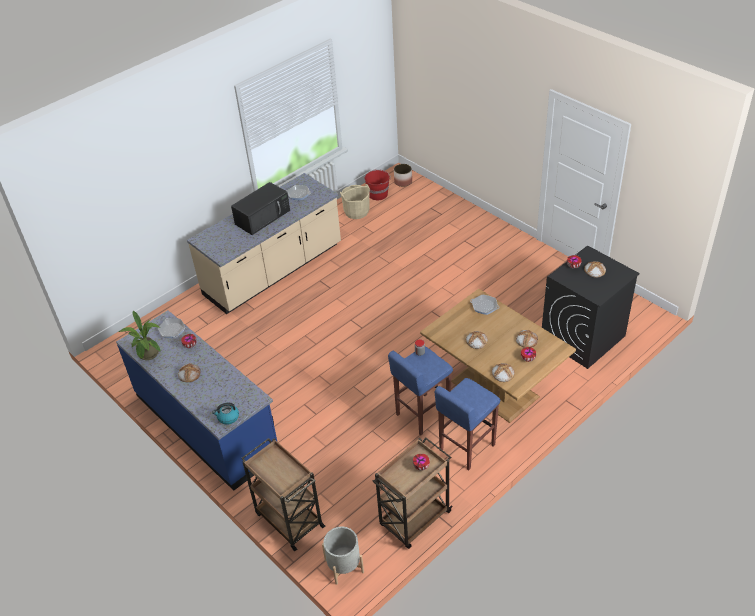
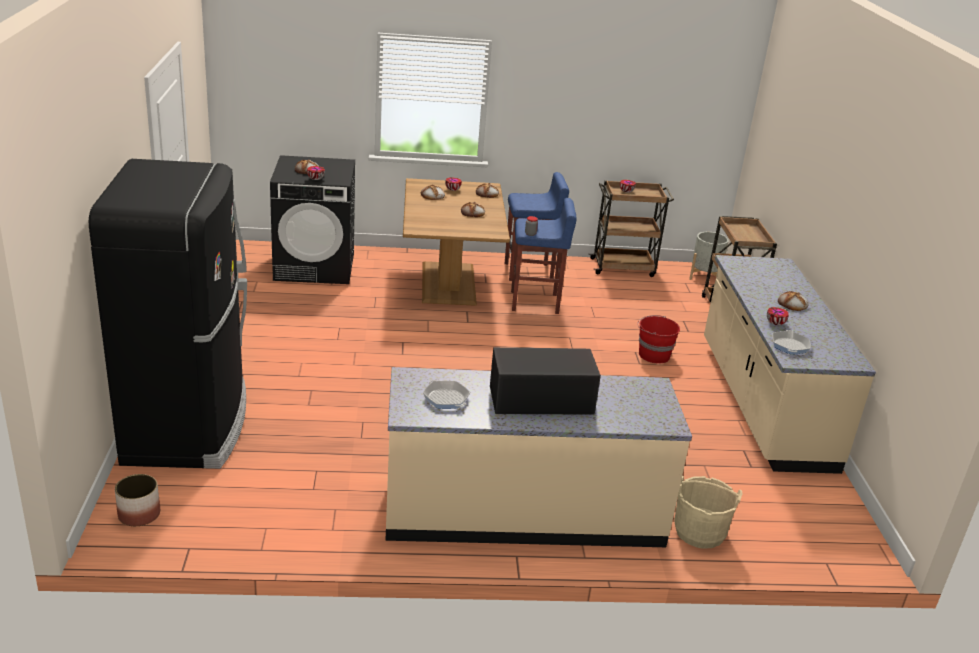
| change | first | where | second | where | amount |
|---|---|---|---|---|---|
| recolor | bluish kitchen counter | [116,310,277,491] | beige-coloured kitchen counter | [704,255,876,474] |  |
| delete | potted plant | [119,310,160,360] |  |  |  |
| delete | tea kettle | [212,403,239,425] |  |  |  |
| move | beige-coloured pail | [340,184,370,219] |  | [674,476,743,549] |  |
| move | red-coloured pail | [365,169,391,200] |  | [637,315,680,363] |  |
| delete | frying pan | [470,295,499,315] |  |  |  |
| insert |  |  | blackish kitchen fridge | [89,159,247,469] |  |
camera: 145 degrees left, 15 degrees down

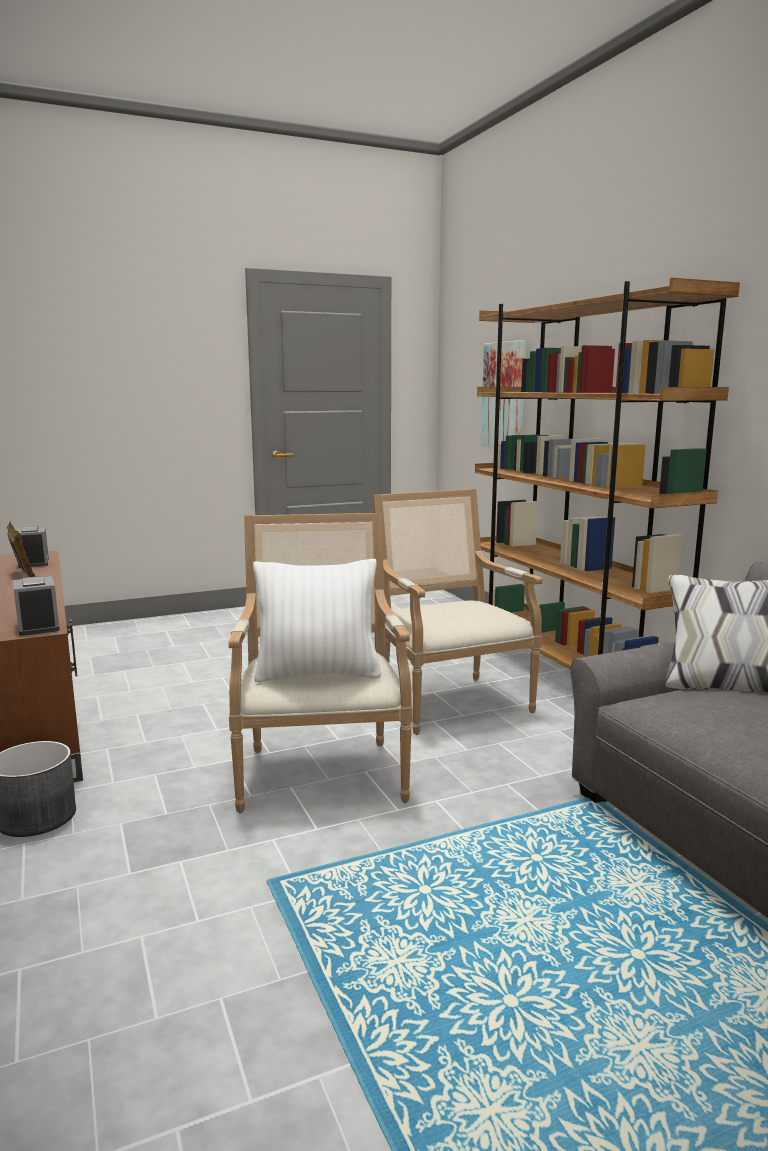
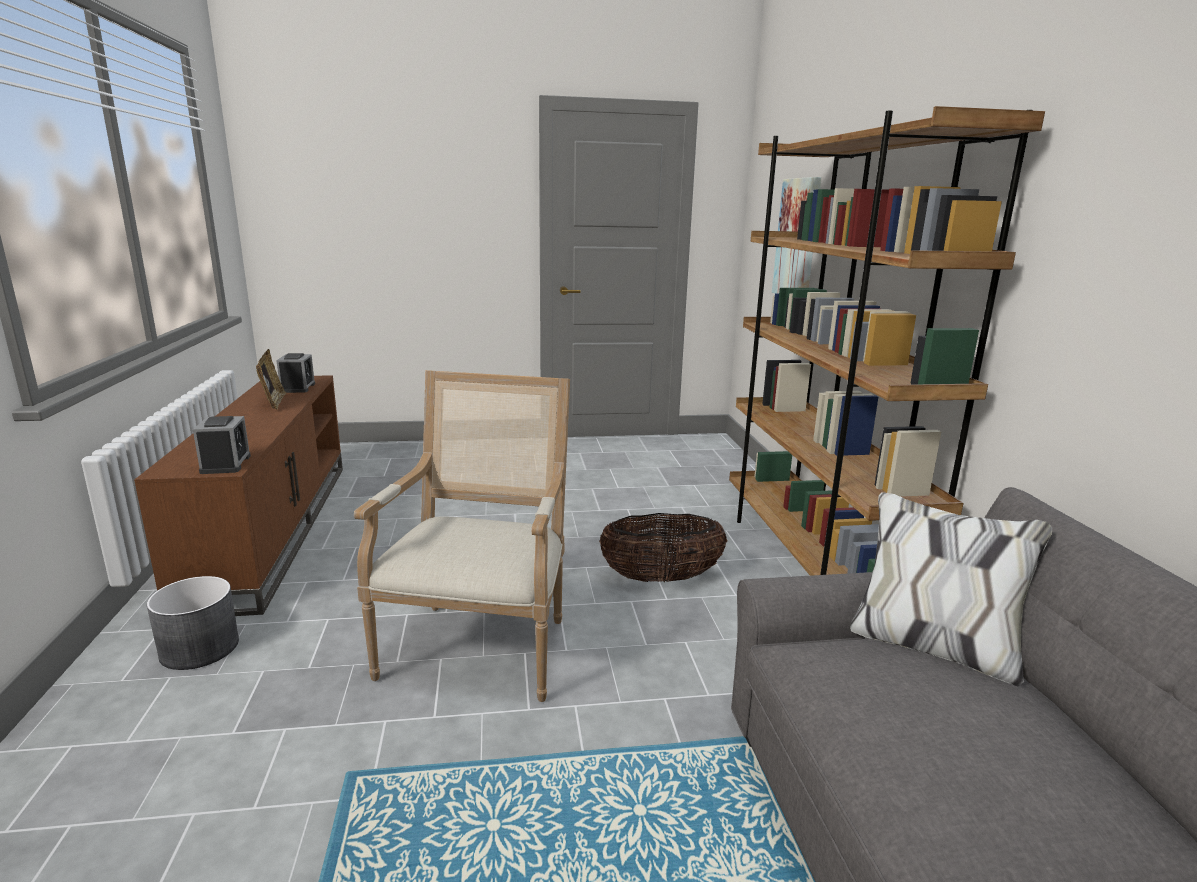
| change | first | where | second | where | amount |
|---|---|---|---|---|---|
| delete | white pillow | [253,559,381,682] |  |  |  |
| replace | armchair | [372,489,543,735] | storage basket | [599,513,727,582] |  |
camera: 15 degrees right, 5 degrees up

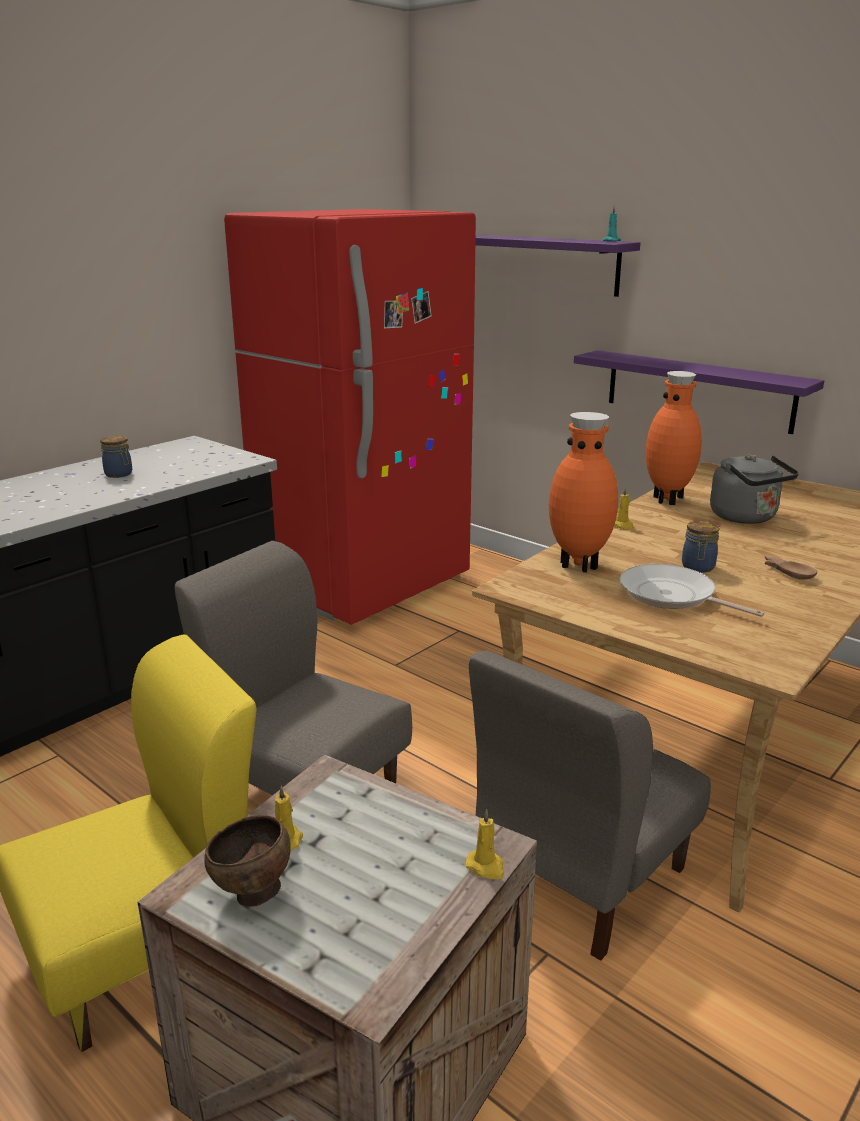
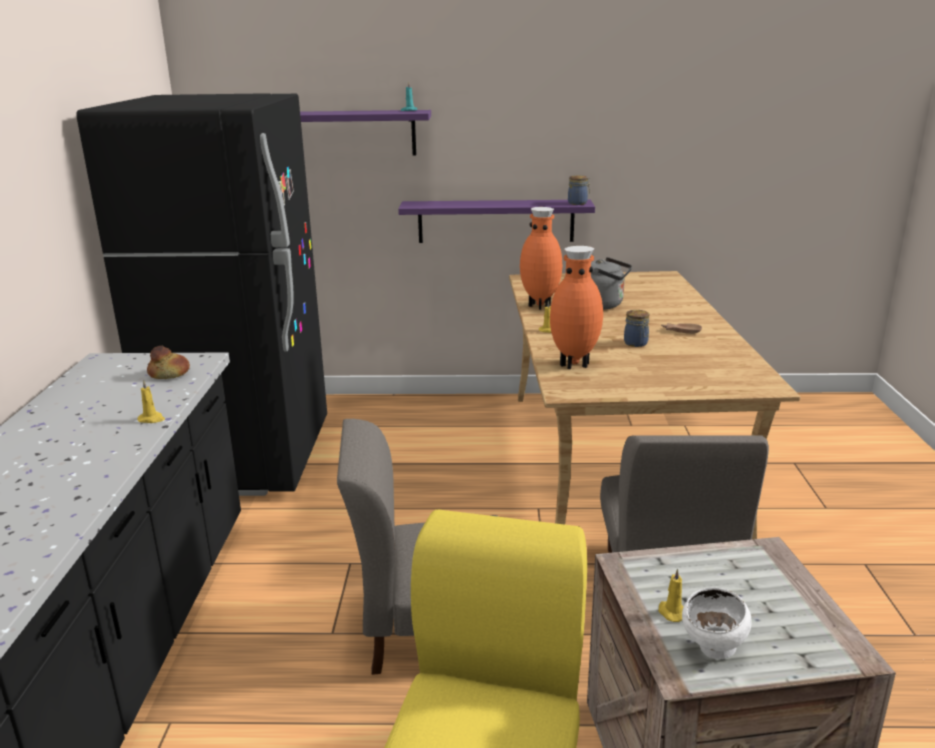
| change | first | where | second | where | amount |
|---|---|---|---|---|---|
| move | jar | [100,436,132,478] |  | [568,175,590,205] |  |
| recolor | brownish deep dish | [204,815,291,907] | white deep dish | [682,587,752,660] |  |
| recolor | red-coloured kitchen fridge | [224,209,476,625] | blackish kitchen fridge | [77,93,327,496] |  |
| move | yellow-coloured candle | [465,809,504,879] |  | [138,380,165,423] |  |
| delete | frying pan | [620,564,764,617] |  |  |  |
| insert |  |  | bakery bread | [147,346,190,379] |  |
camera: 40 degrees left, 0 degrees up

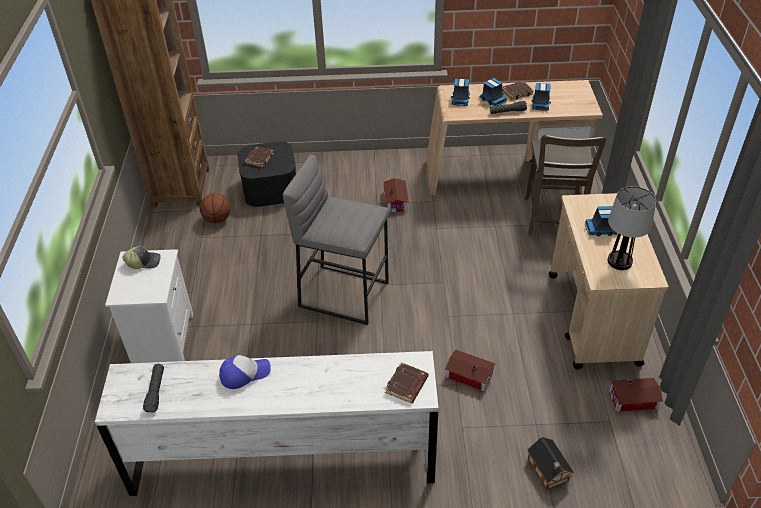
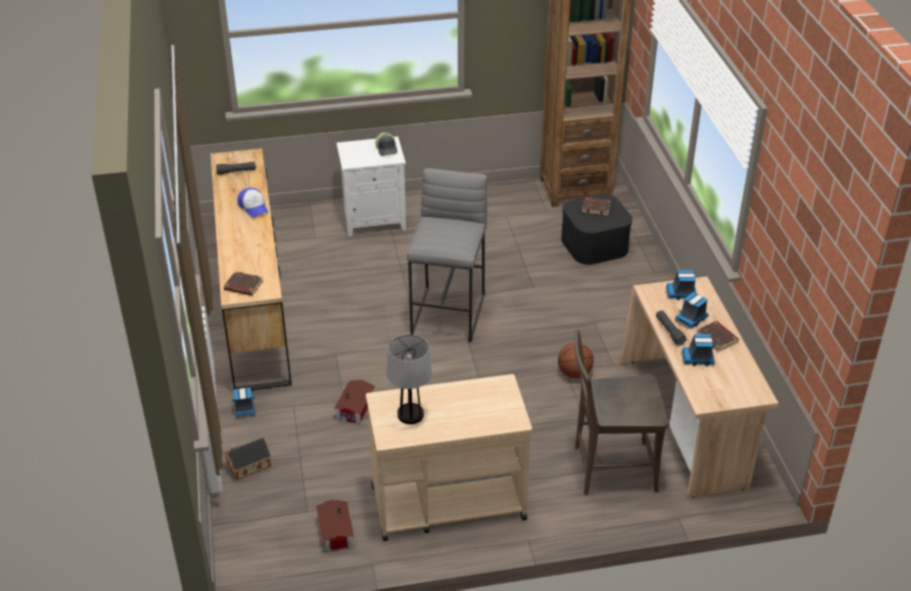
| change | first | where | second | where | amount |
|---|---|---|---|---|---|
| recolor | white dresser | [95,351,439,496] | brownish dresser | [210,148,292,390] |  |
| move | basketball | [200,193,230,223] |  | [558,343,594,378] |  |
| delete | model house | [383,178,409,212] |  |  |  |
| move | model truck | [585,206,617,236] |  | [233,387,256,418] |  |
camera: 80 degrees right, 5 degrees down

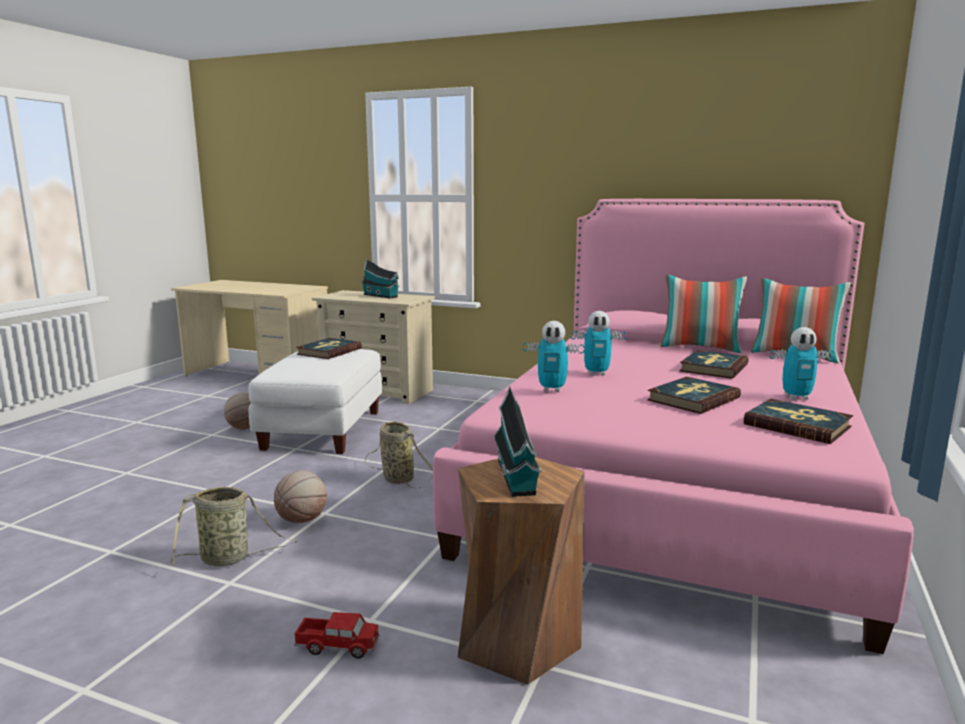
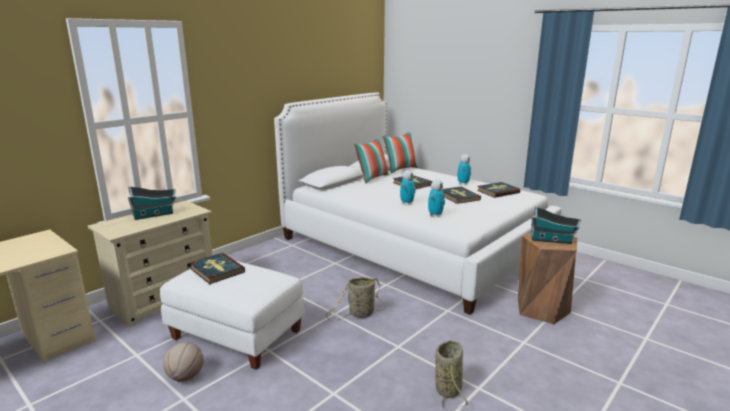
| change | first | where | second | where | amount |
|---|---|---|---|---|---|
| delete | basketball | [274,471,327,523] |  |  |  |
| delete | model truck | [294,612,380,659] |  |  |  |
| recolor | pink bedroom bed | [433,199,914,654] | white bedroom bed | [274,92,561,315] |  |
camera: 70 degrees left, 5 degrees up

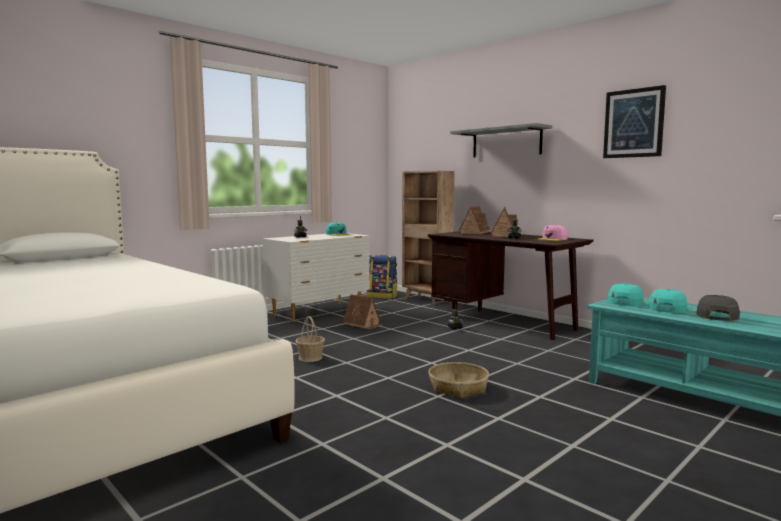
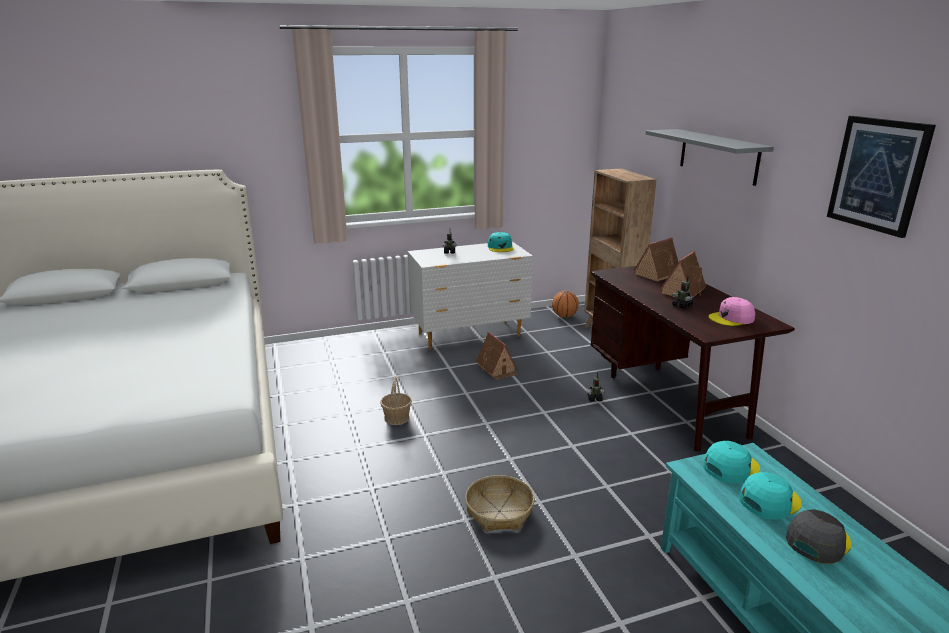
| change | first | where | second | where | amount |
|---|---|---|---|---|---|
| replace | knapsack | [367,255,398,299] | basketball | [552,291,579,318] |  |
camera: 25 degrees right, 15 degrees up

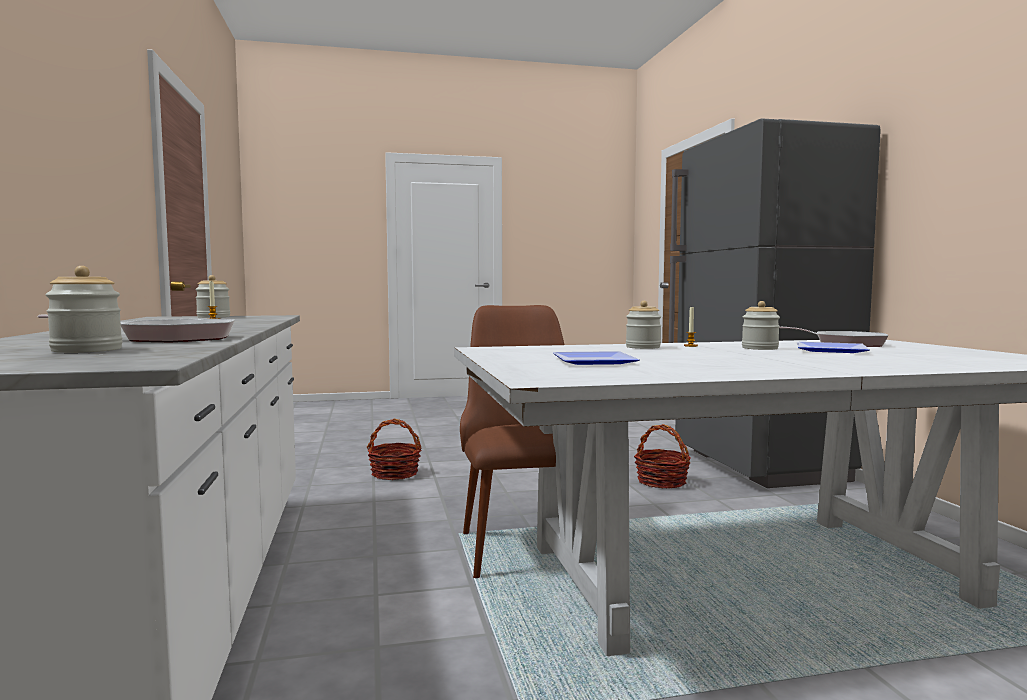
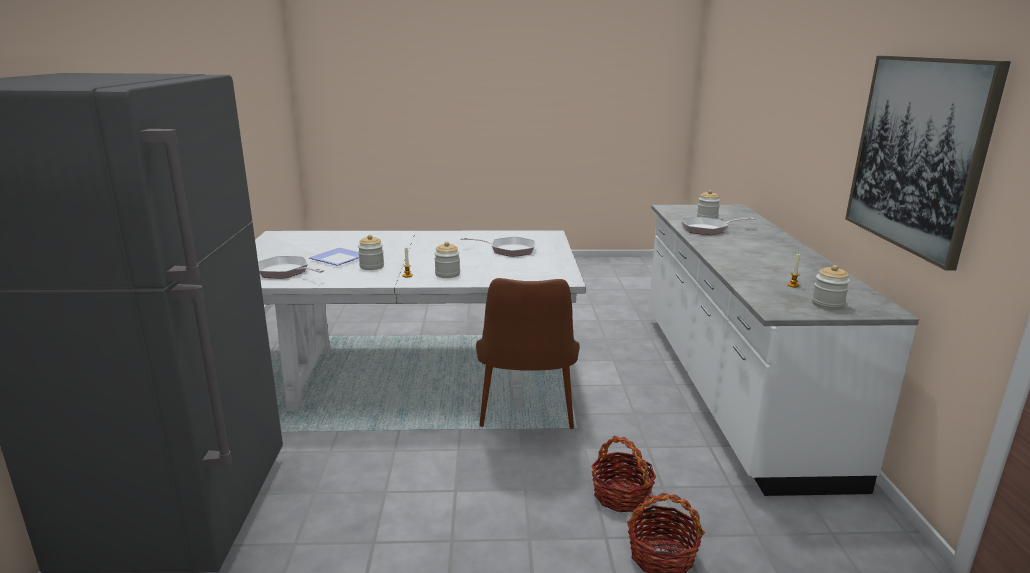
| change | first | where | second | where | amount |
|---|---|---|---|---|---|
| replace | plate | [553,351,640,365] | frying pan | [460,237,536,257] |  |
| move | storage basket | [634,424,691,488] |  | [591,436,656,512] |  |
| insert |  |  | wall picture | [845,56,1011,271] |  |
camera: 170 degrees left, 15 degrees up

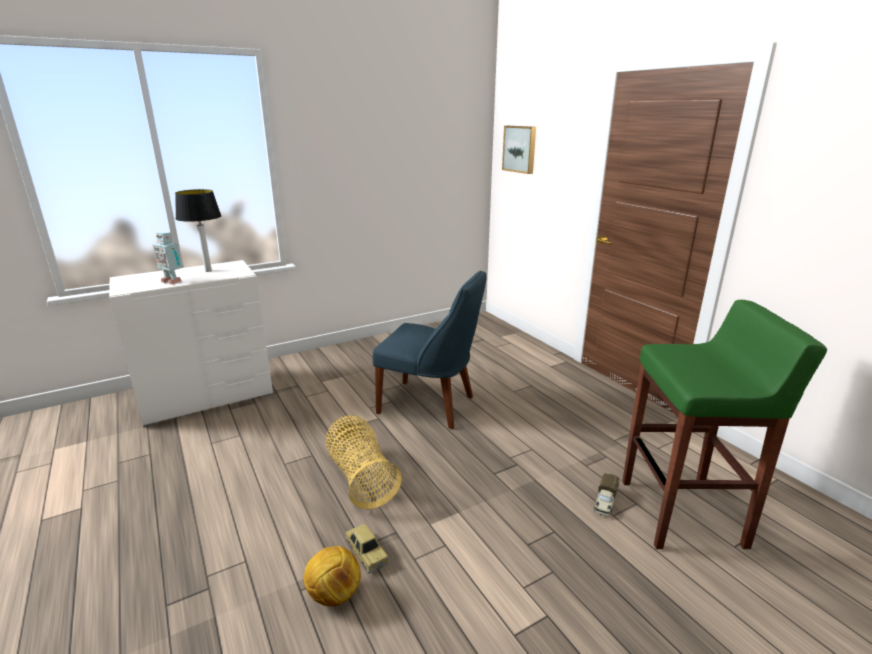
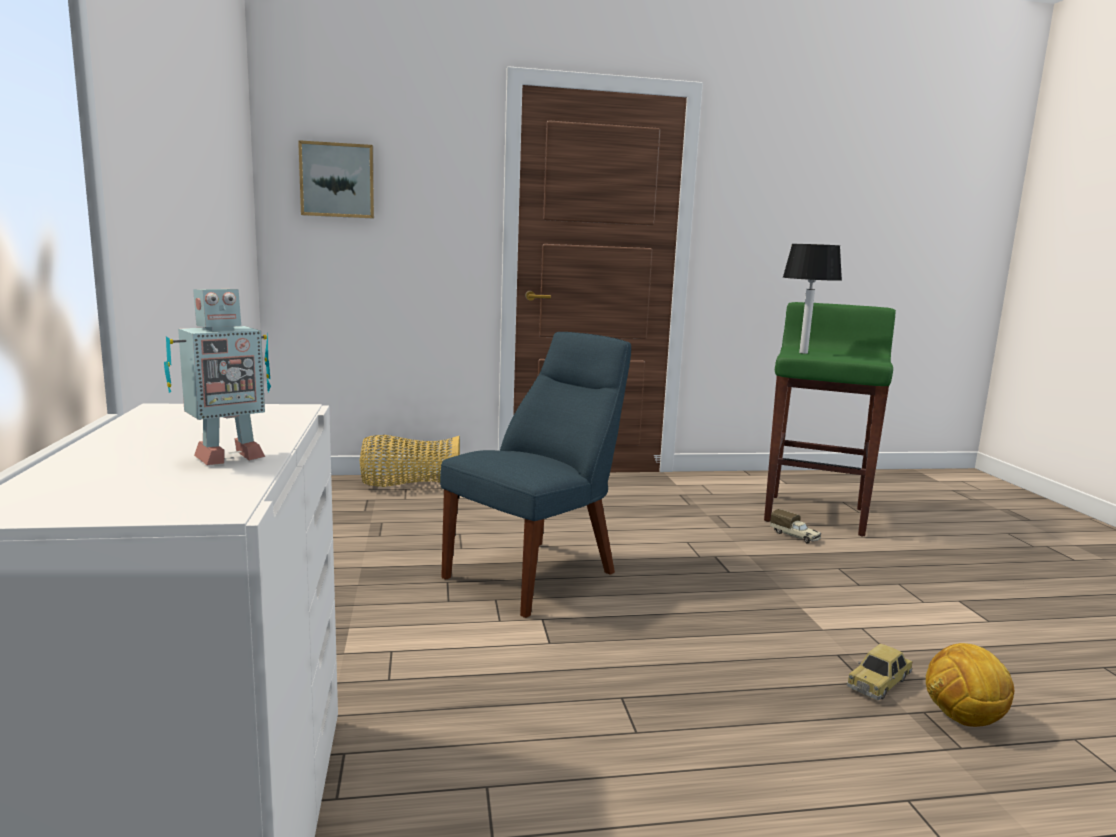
| change | first | where | second | where | amount |
|---|---|---|---|---|---|
| move | table lamp | [175,189,221,272] |  | [783,244,842,354] |  |
| move | storage basket | [326,415,402,509] |  | [360,435,460,487] |  |
| rotate | toy car | [345,524,389,574] |  | [847,644,913,700] | 150 degrees clockwise |
camera: 70 degrees left, 10 degrees down

